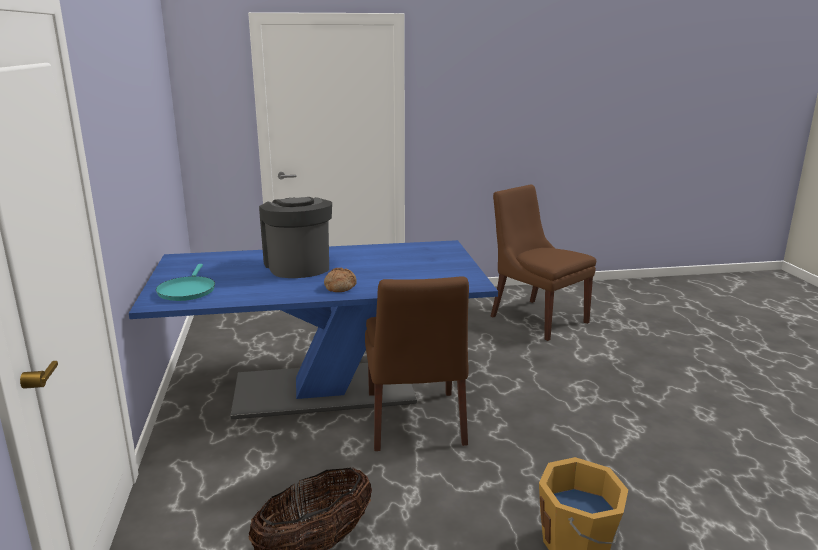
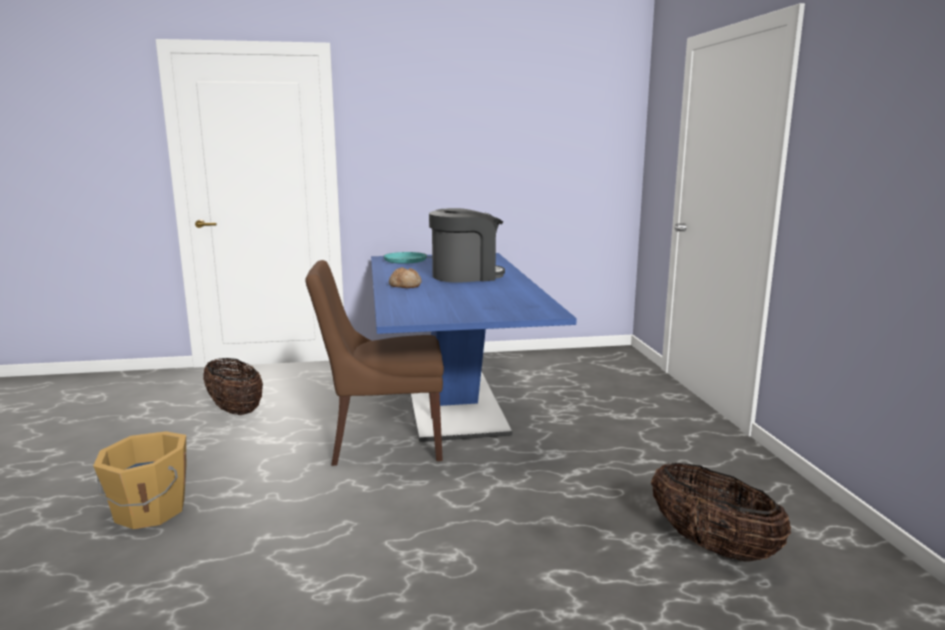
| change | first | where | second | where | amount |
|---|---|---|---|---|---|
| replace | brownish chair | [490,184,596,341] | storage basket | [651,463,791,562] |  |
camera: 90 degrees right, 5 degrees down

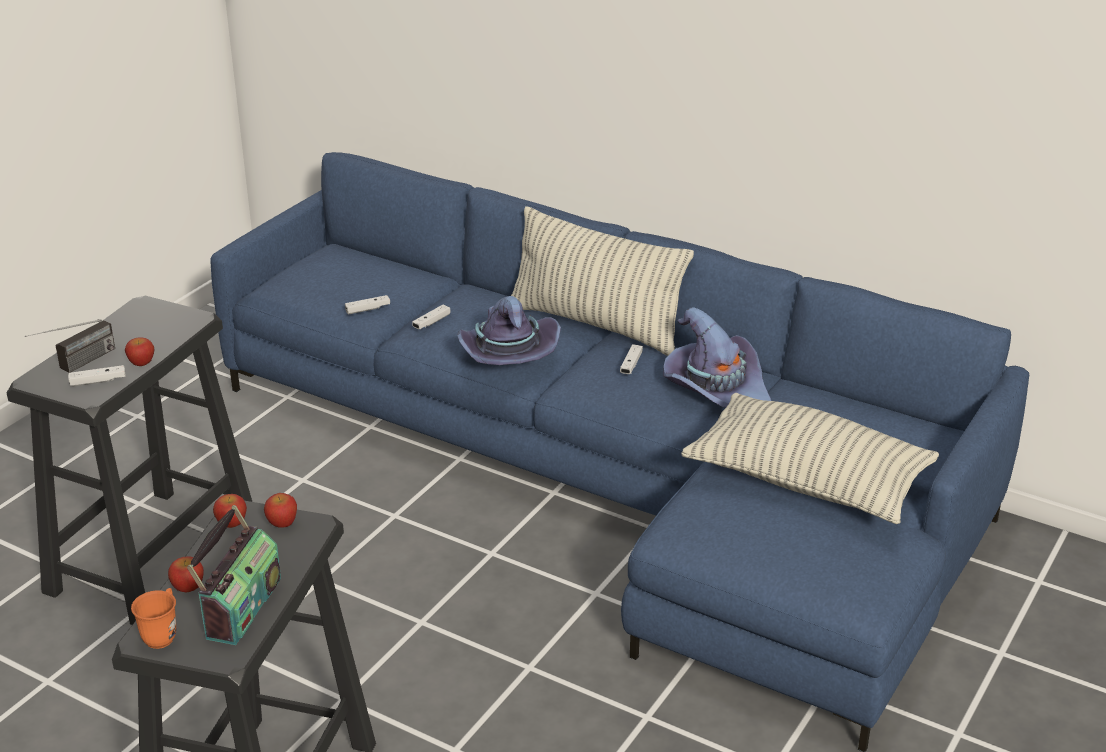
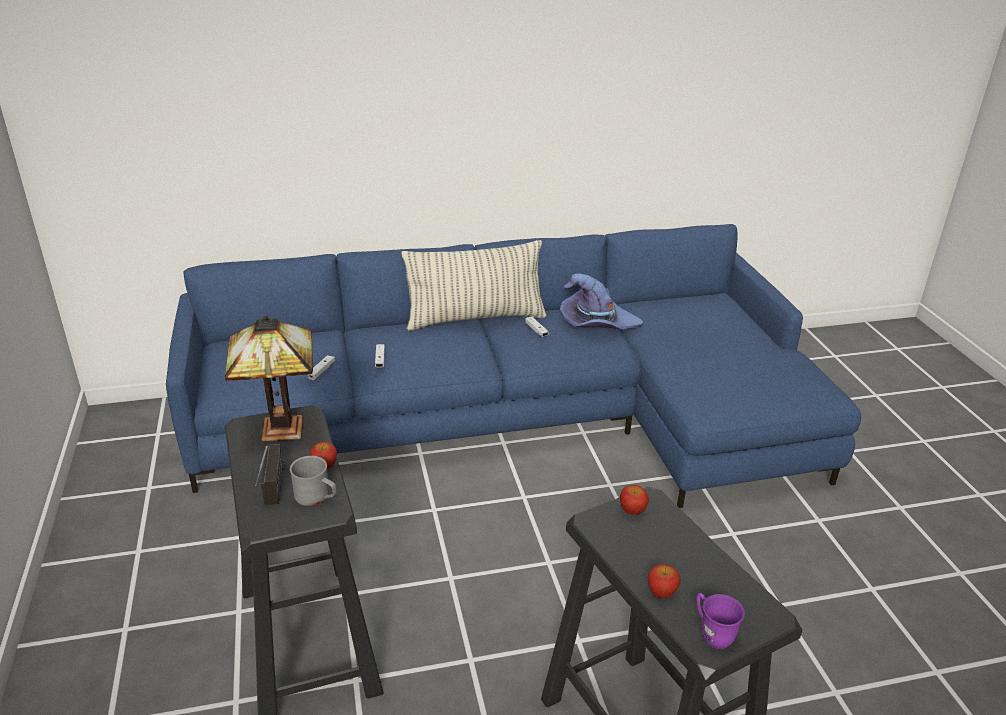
| change | first | where | second | where | amount |
|---|---|---|---|---|---|
| replace | white gamepad | [68,365,126,387] | gray mug | [290,456,336,506] |  |
| recolor | orange mug | [131,588,176,649] | purple mug | [697,593,745,649] |  |
| delete | radio | [187,505,281,645] |  |  |  |
| delete | whole apple | [213,494,247,528] |  |  |  |
| delete | purple clothing hat | [457,296,561,365] |  |  |  |
| delete | pillow | [681,393,939,524] |  |  |  |
| insert |  |  | table lamp | [225,316,313,441] |  |
camera: 45 degrees left, 0 degrees up

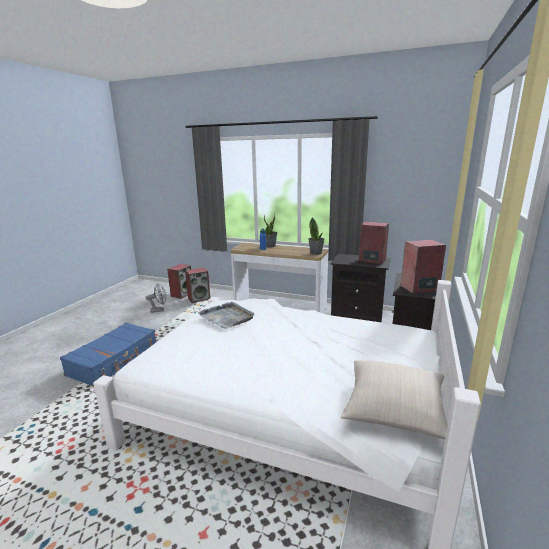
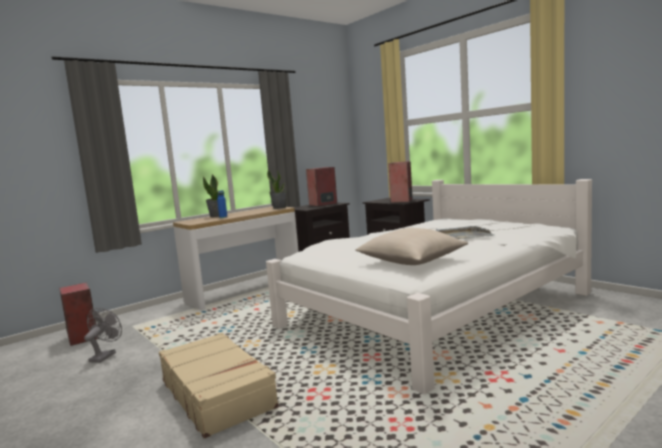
| change | first | where | second | where | amount |
|---|---|---|---|---|---|
| recolor | bluish suitcase | [60,323,156,387] | beige-coloured suitcase | [159,333,279,439] |  |
| delete | speaker | [185,267,210,303] |  |  |  |
| move | gray serving tray | [198,302,254,329] |  | [436,226,494,239] |  |
| move | beige-coloured pillow | [341,360,448,439] |  | [355,228,468,265] |  |
camera: 60 degrees left, 10 degrees down

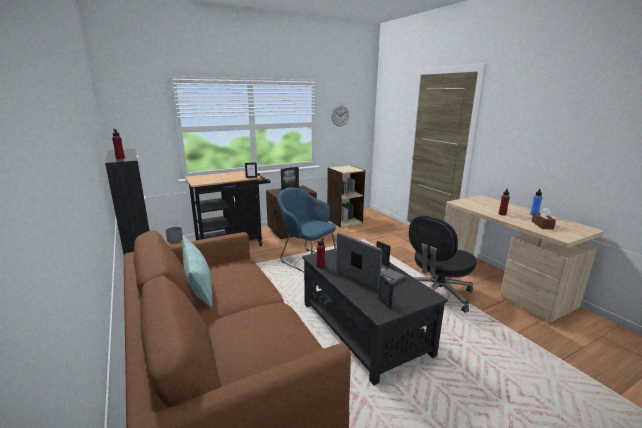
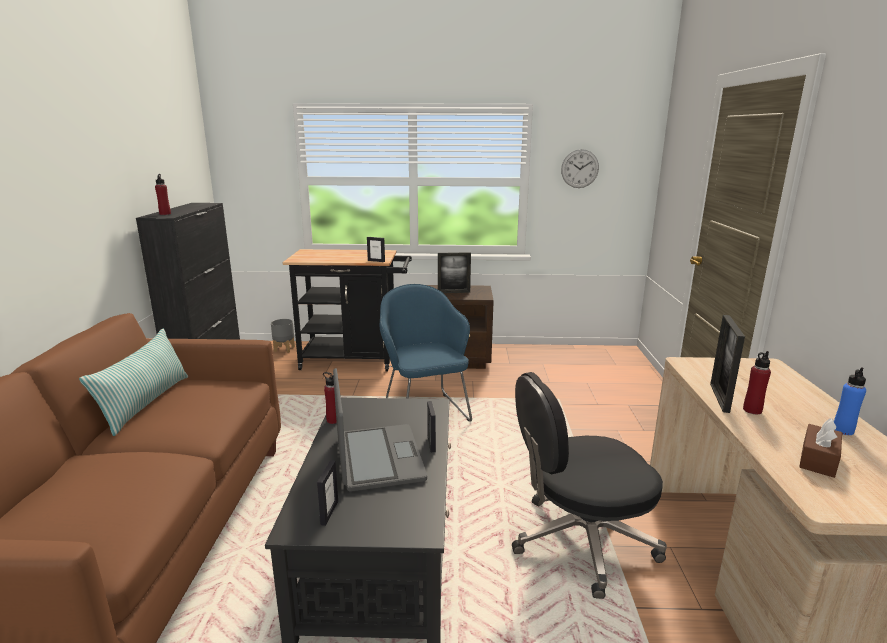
| change | first | where | second | where | amount |
|---|---|---|---|---|---|
| delete | beige-coloured shelving unit | [327,165,365,227] |  |  |  |
| insert |  |  | picture frame | [710,315,745,413] |  |
camera: 30 degrees right, 0 degrees up

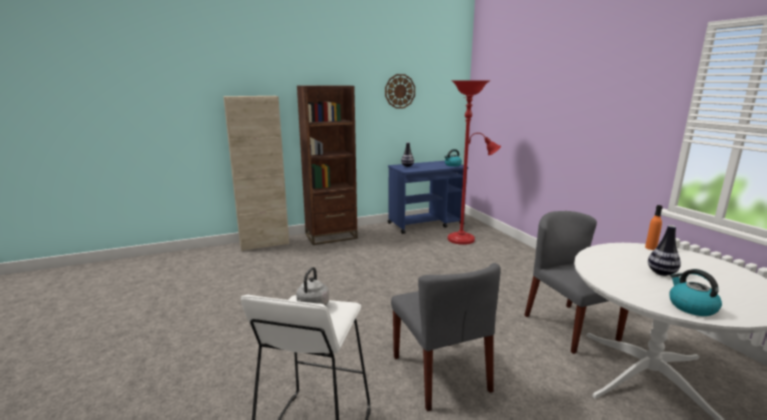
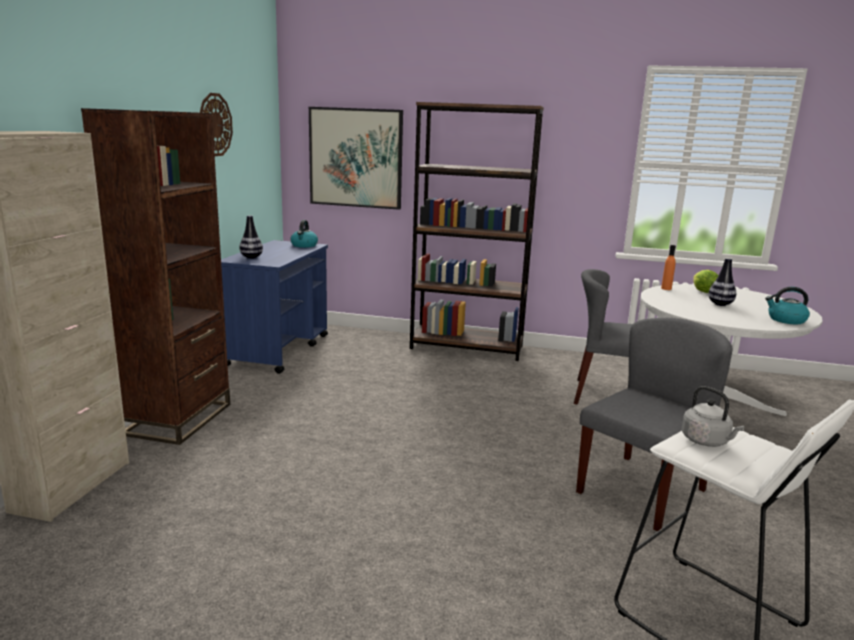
| change | first | where | second | where | amount |
|---|---|---|---|---|---|
| rotate | gray chair | [391,263,501,412] |  | [576,318,733,531] | 60 degrees counterclockwise |
| delete | red-coloured standard lamp | [448,80,501,245] |  |  |  |
| insert |  |  | wall picture | [309,107,403,210] |  |
| insert |  |  | brownish shelving unit | [410,102,544,361] |  |
| insert |  |  | head of lettuce | [693,270,718,293] |  |
camera: 55 degrees left, 0 degrees up

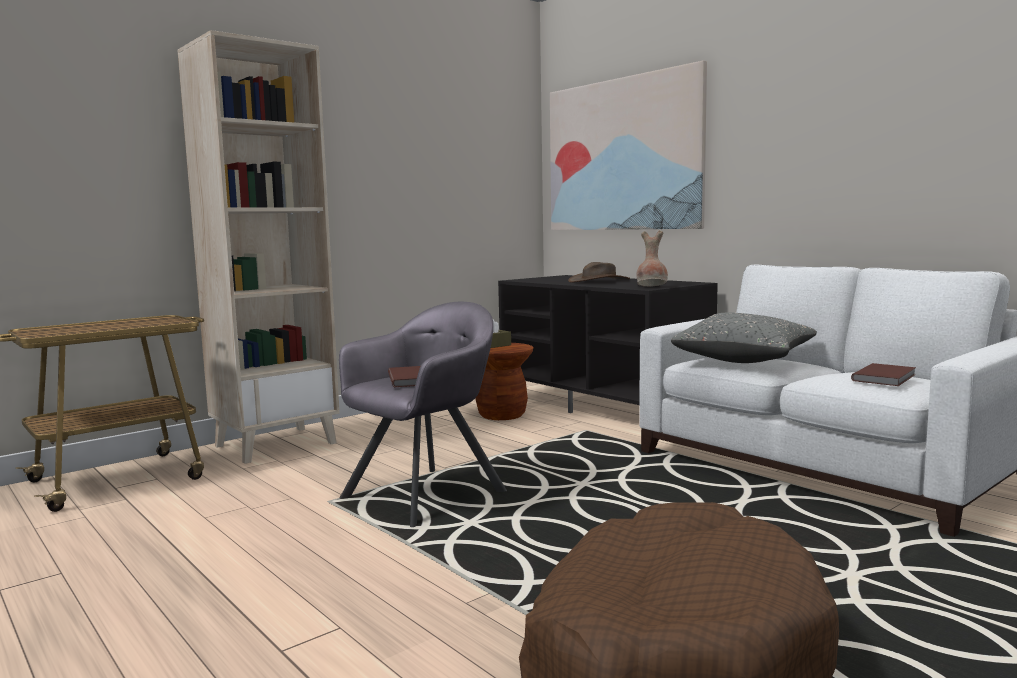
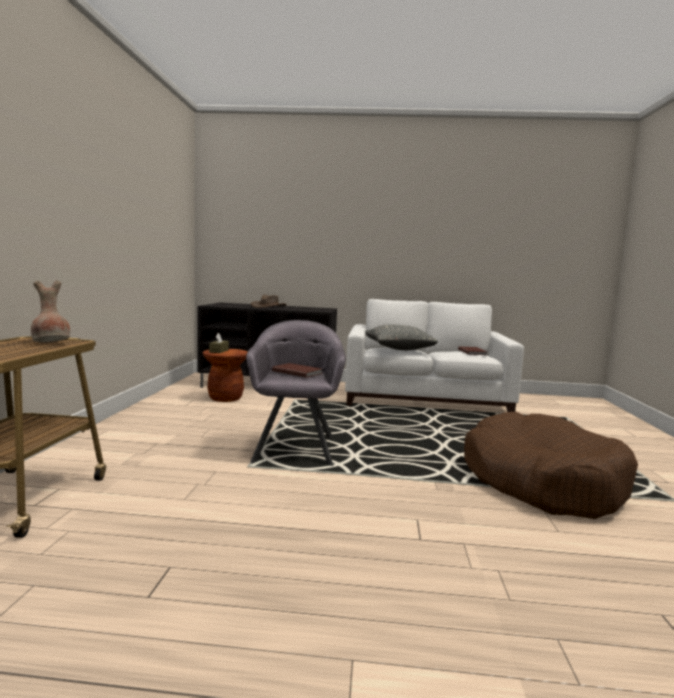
| change | first | where | second | where | amount |
|---|---|---|---|---|---|
| delete | beige-coloured shelving unit | [178,30,340,464] |  |  |  |
| delete | wall picture | [550,60,707,230] |  |  |  |
| move | brownish flower vase | [636,230,668,287] |  | [31,280,70,343] |  |
camera: 45 degrees left, 0 degrees up

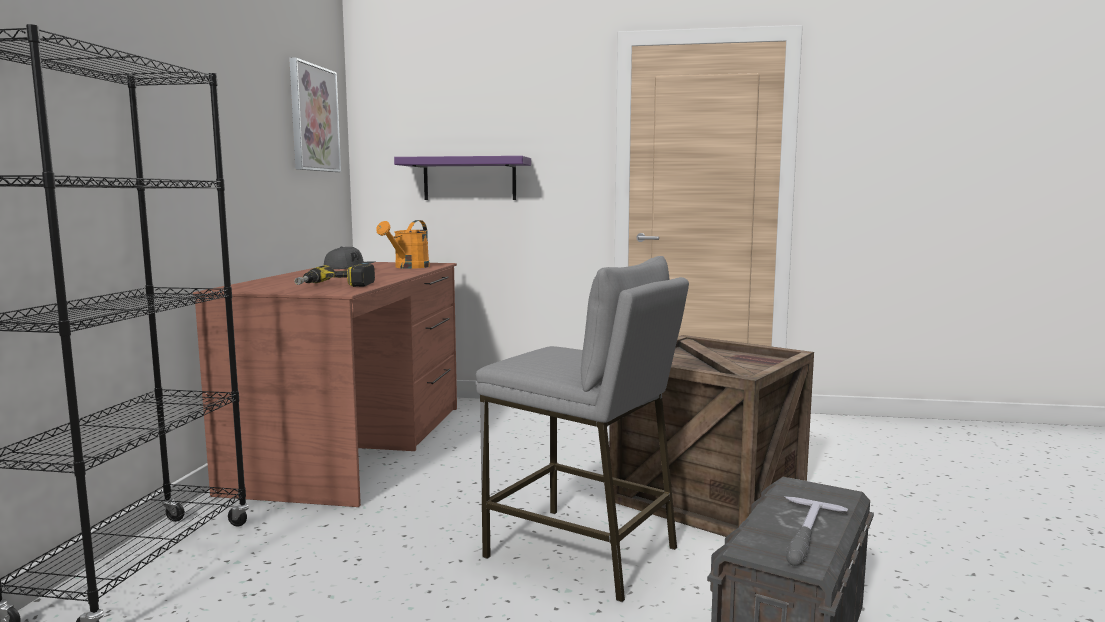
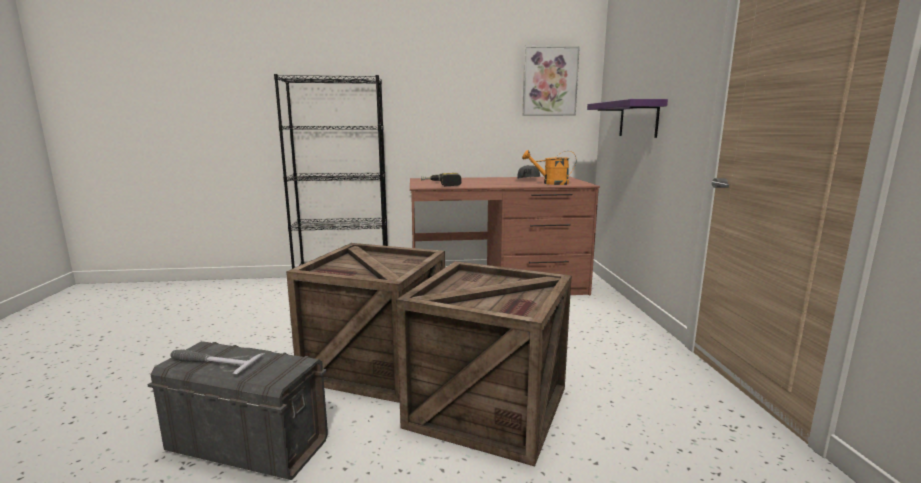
| change | first | where | second | where | amount |
|---|---|---|---|---|---|
| replace | gray stool seat | [476,256,689,602] | packing crate | [286,243,445,403] |  |
camera: 75 degrees right, 5 degrees up

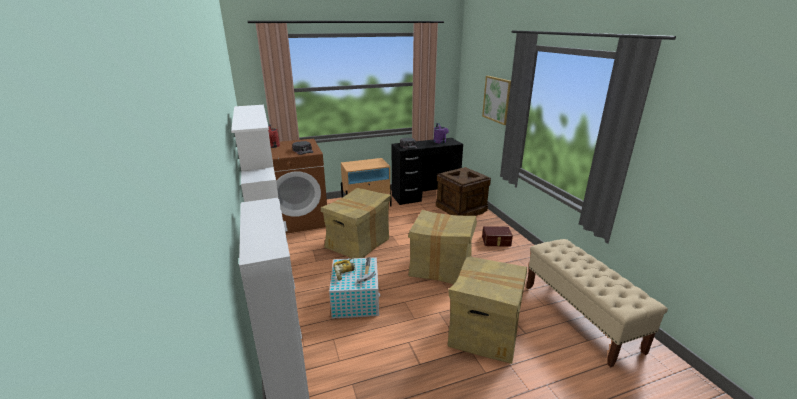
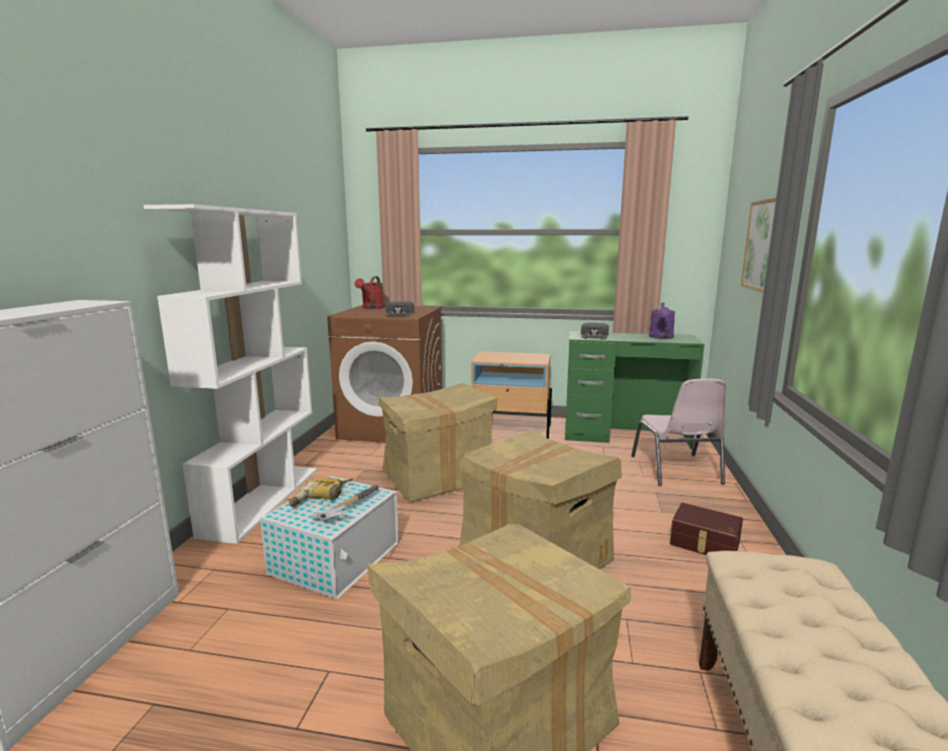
| change | first | where | second | where | amount |
|---|---|---|---|---|---|
| recolor | blackish desk unit | [392,138,463,205] | green-coloured desk unit | [565,331,704,449] |  |
| replace | packing crate | [436,167,491,216] | pink chair | [631,379,726,486] |  |
camera: 30 degrees right, 10 degrees down

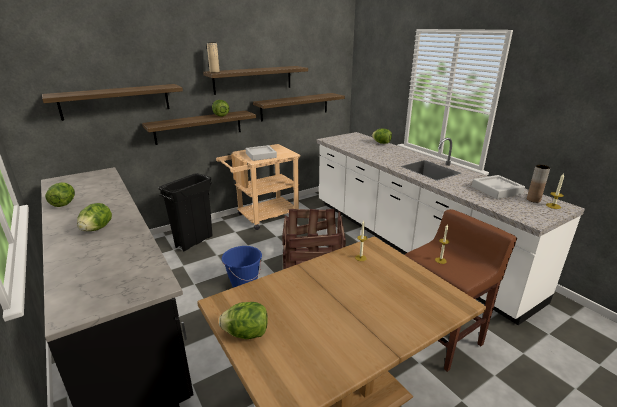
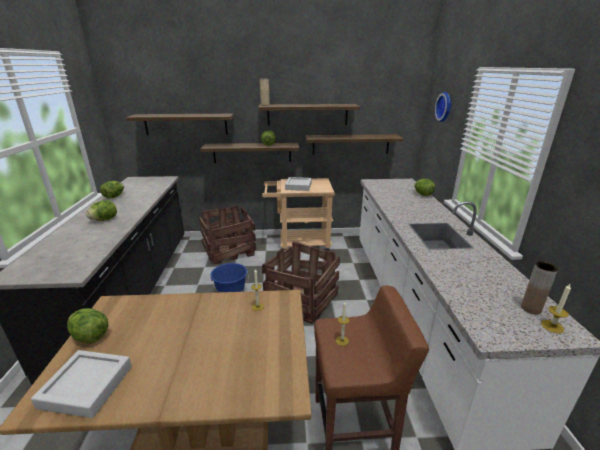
| change | first | where | second | where | amount |
|---|---|---|---|---|---|
| replace | blackish waste bin | [159,173,213,251] | packing crate | [199,205,256,264] |  |
| move | gray serving tray | [472,175,525,199] |  | [31,350,132,418] |  |
| insert |  |  | hanging clock | [435,92,451,122] |  |
camera: 30 degrees right, 0 degrees up

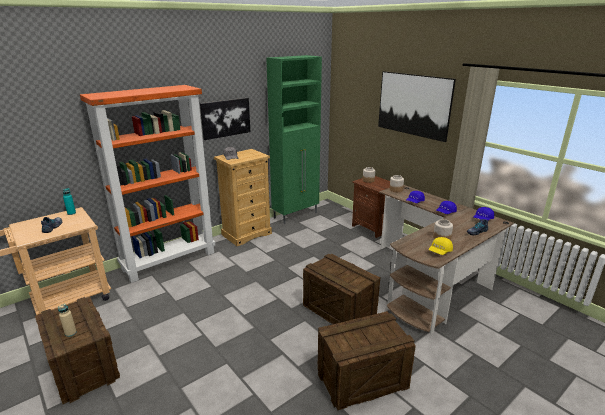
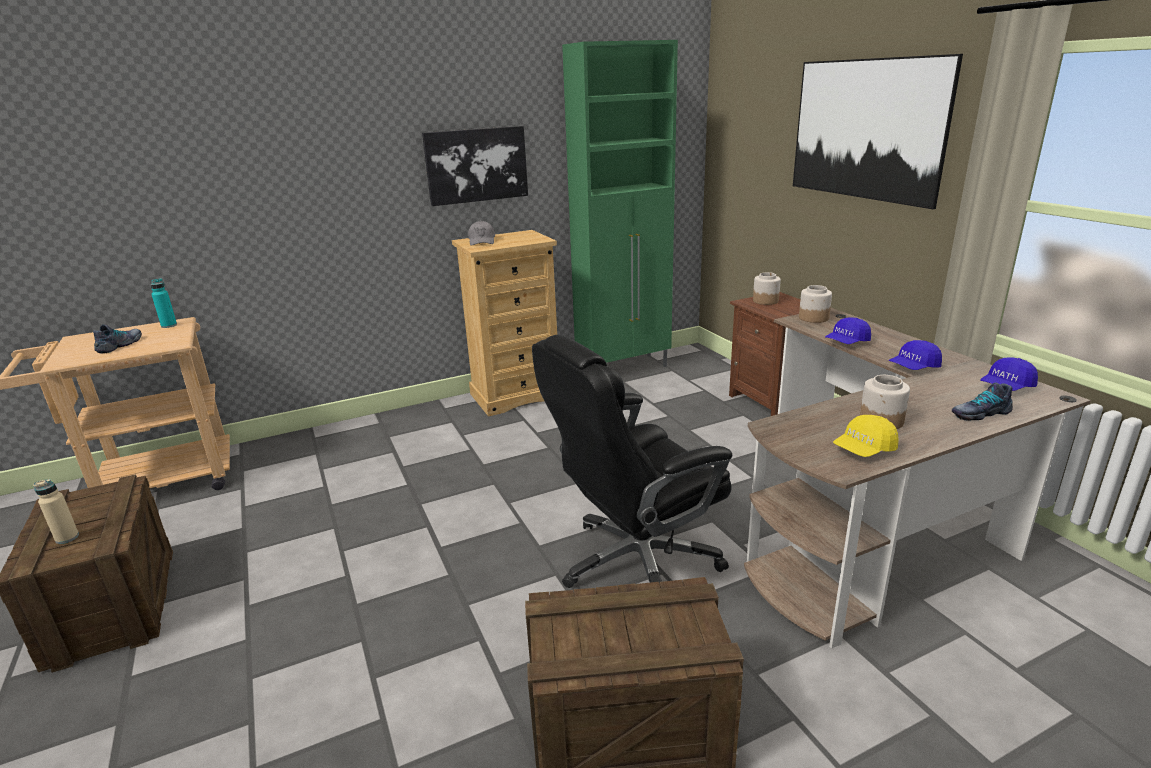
| change | first | where | second | where | amount |
|---|---|---|---|---|---|
| delete | orange shelving unit | [80,85,215,283] |  |  |  |
| replace | packing crate | [303,254,381,324] | blackish computer chair | [532,335,732,588] |  |
camera: 15 degrees right, 0 degrees up

